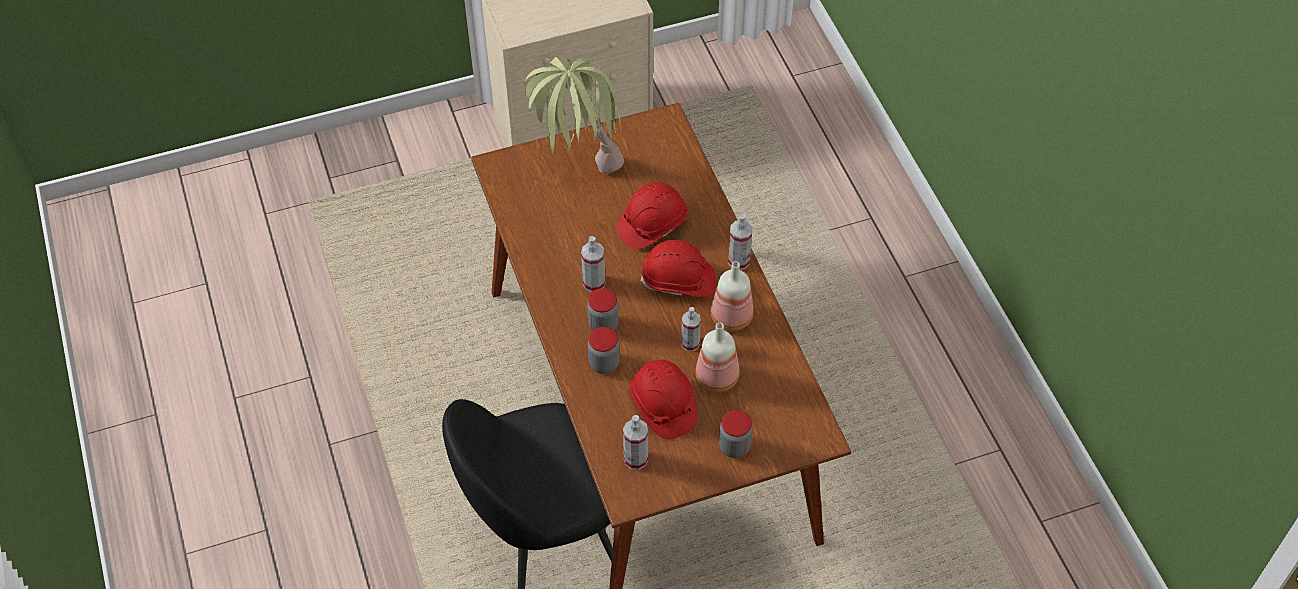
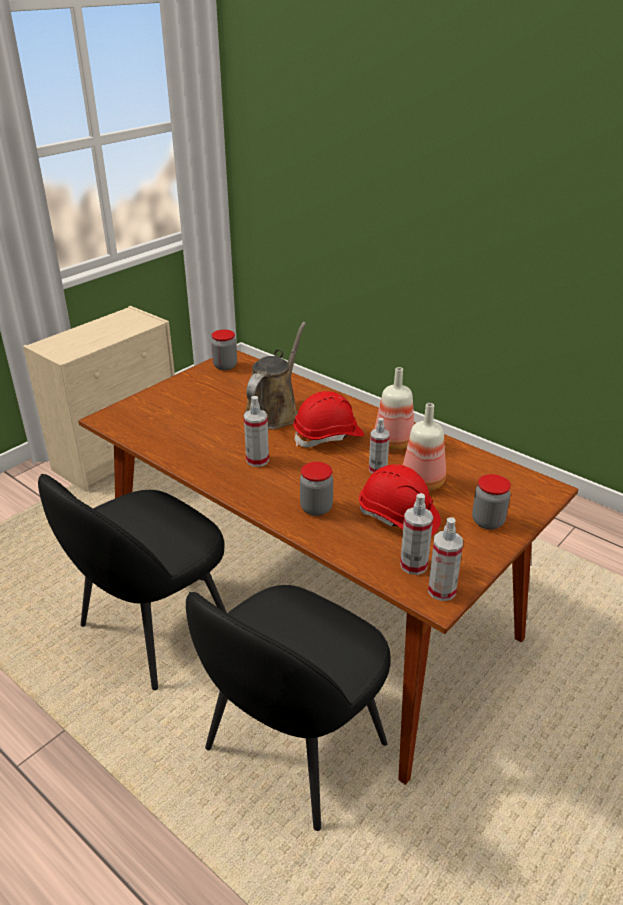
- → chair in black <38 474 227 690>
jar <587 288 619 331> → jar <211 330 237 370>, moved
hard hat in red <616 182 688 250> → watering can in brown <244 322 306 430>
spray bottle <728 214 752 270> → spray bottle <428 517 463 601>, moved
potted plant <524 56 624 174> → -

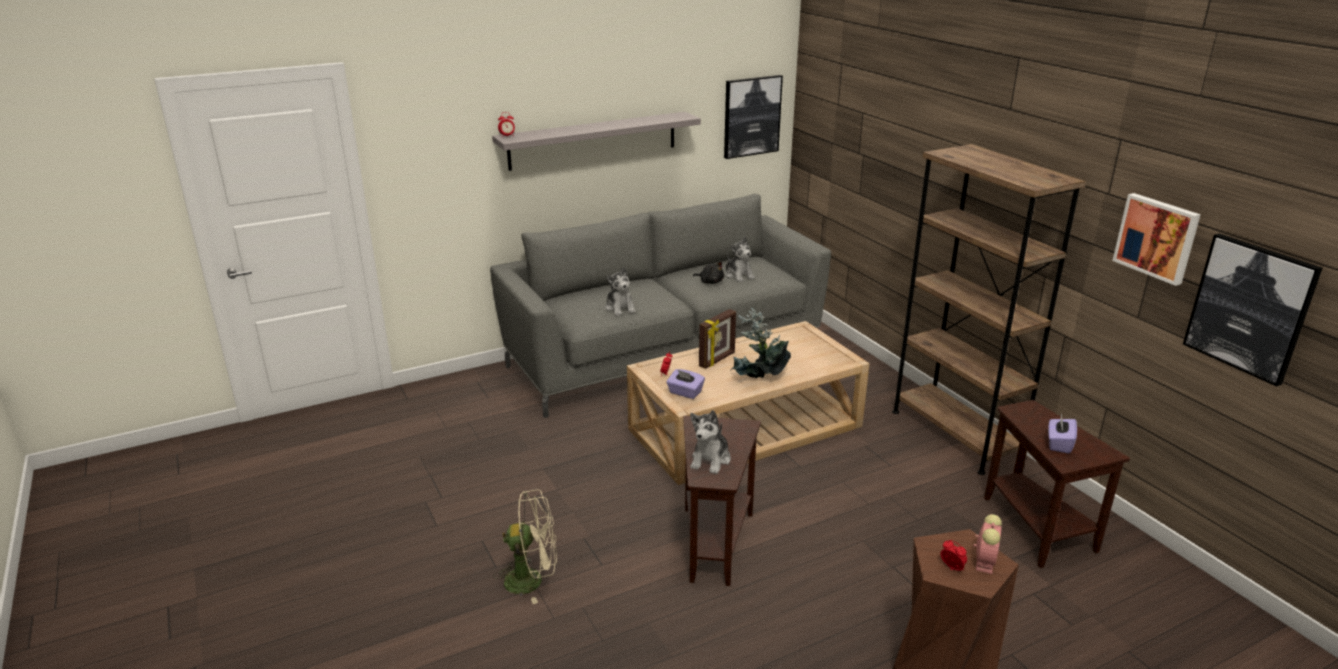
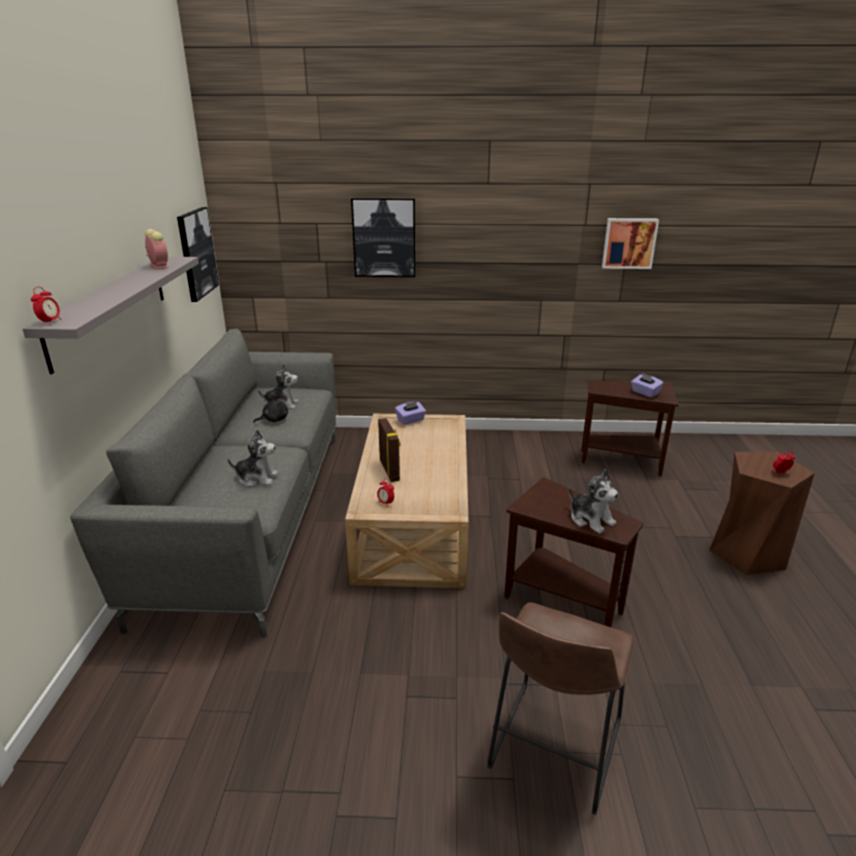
alarm clock <974 514 1002 574> → alarm clock <145 229 169 269>, moved
picture <1183 233 1323 387> → picture <351 198 416 277>, moved
tissue box in purple <666 369 705 399> → tissue box in purple <395 401 426 425>, moved
fan in beige <493 489 557 604> → stool in brown <487 603 635 815>
potted plant <731 307 791 378> → -
bookcase in brown <892 144 1086 475> → -

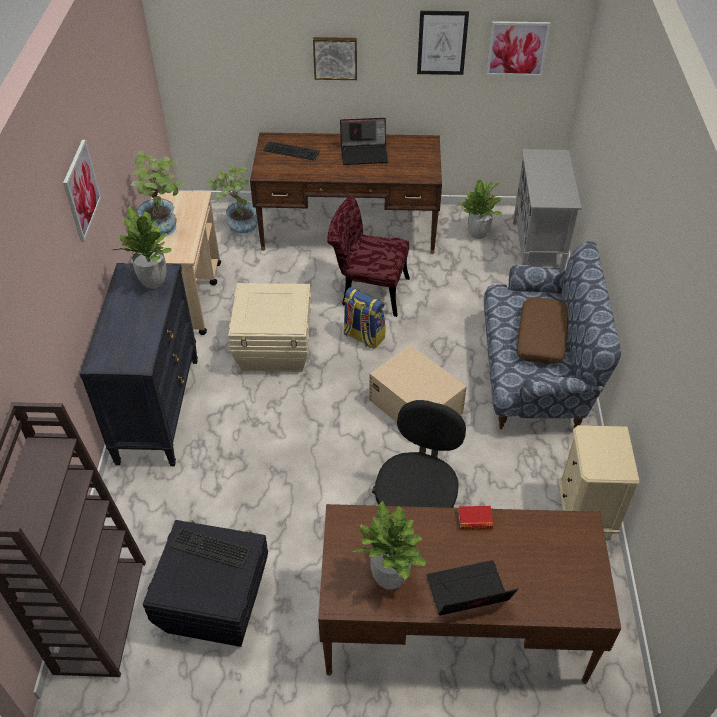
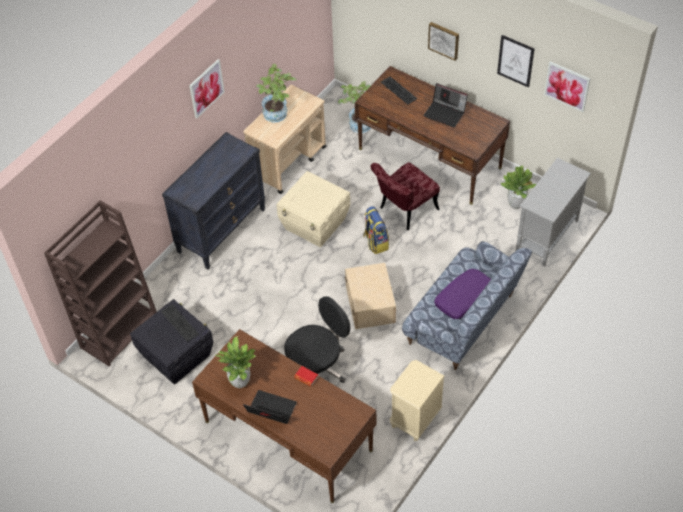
chair in red <327 196 410 317> → chair in red <371 162 440 230>, 90 degrees counterclockwise
pillow in brown <516 298 569 364> → pillow in purple <434 269 491 319>
potted plant <113 205 172 289> → -

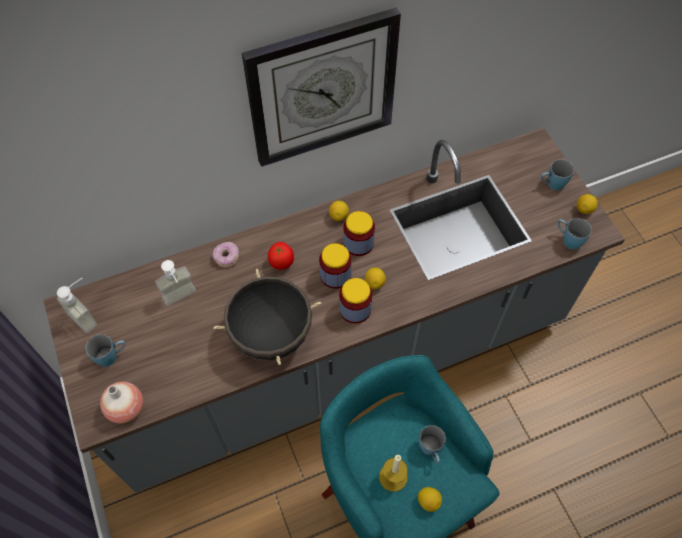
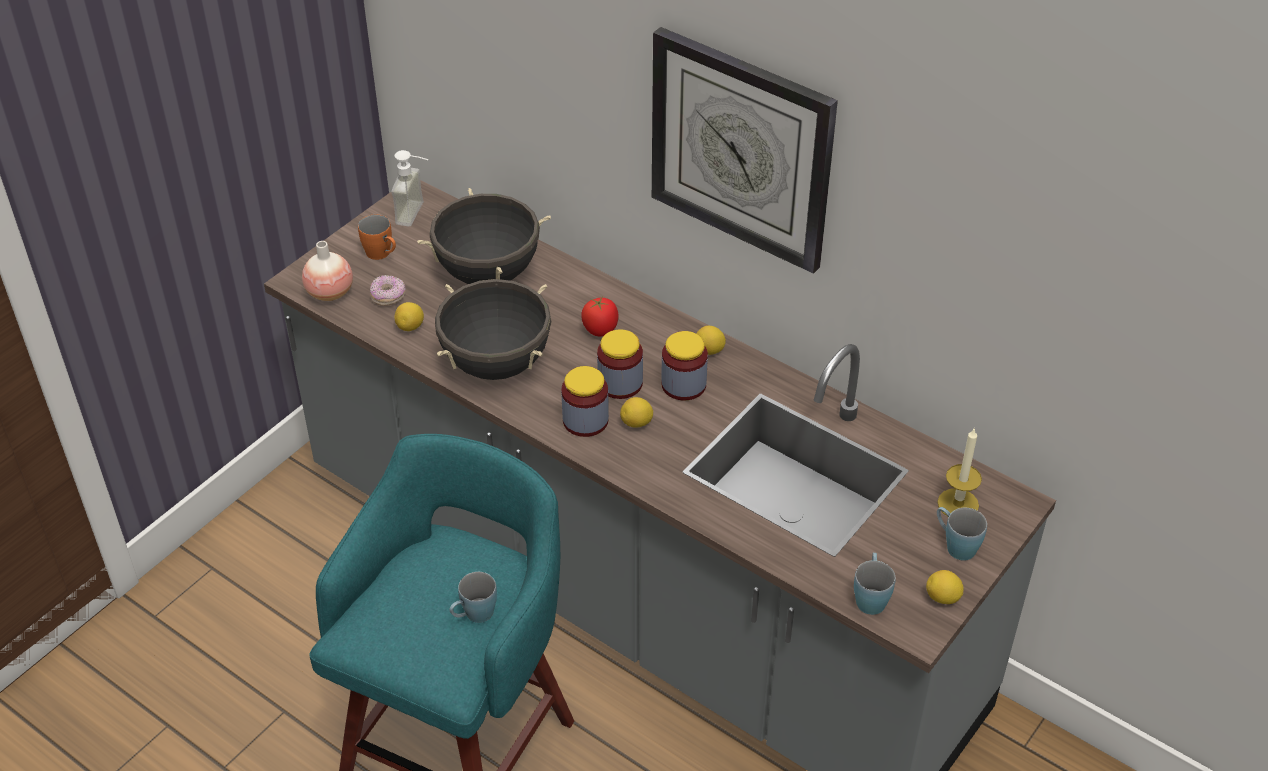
mug in blue <86 334 126 367> → mug in orange <358 215 396 260>
donut <213 242 239 267> → donut <370 275 405 306>, moved
lemon <418 487 442 512> → lemon <394 302 424 331>, moved
soap dispenser <155 260 196 306> → cooking pot in black <417 188 551 284>
candle <379 455 408 492> → candle <937 428 982 516>, moved

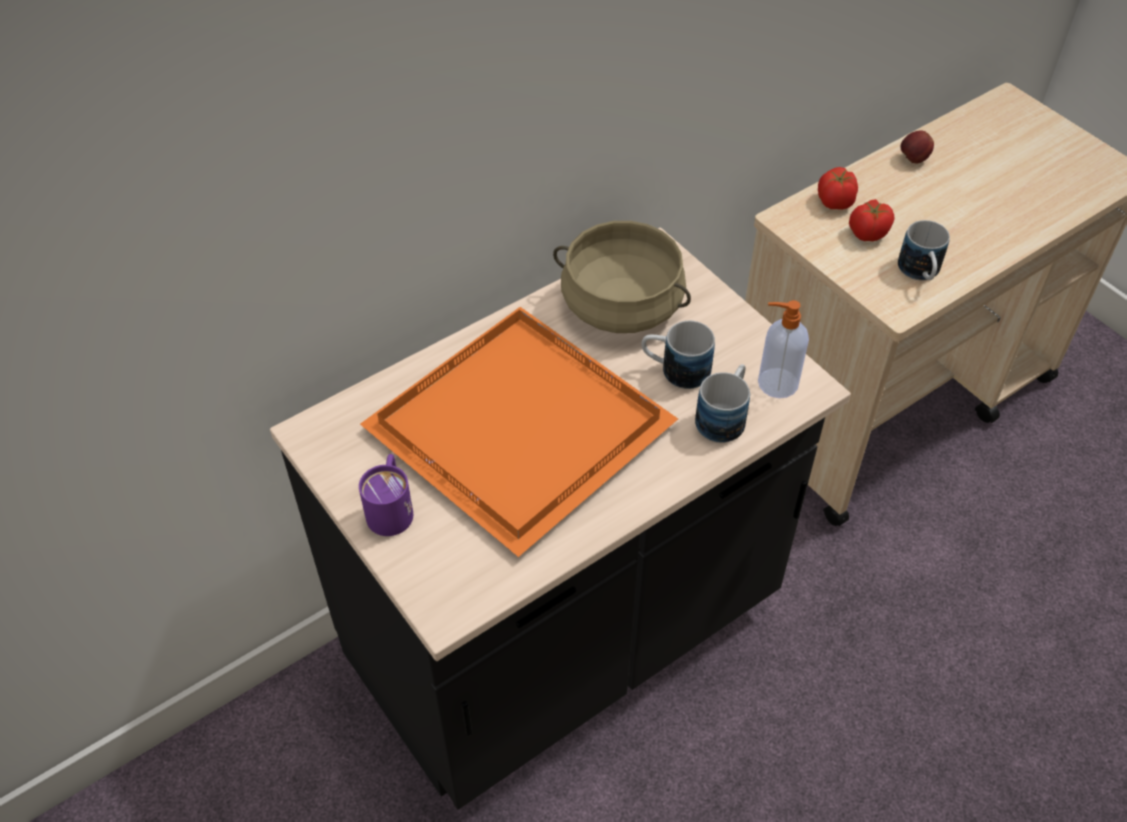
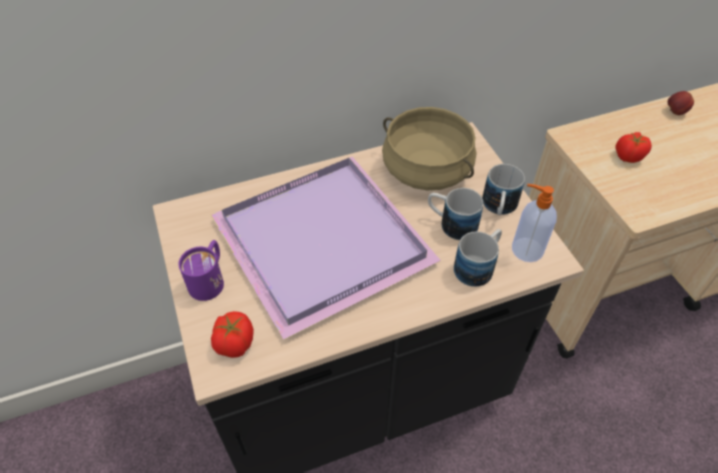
tray in orange <360 307 678 557> → tray in purple <211 157 441 340>
tomato <818 167 858 210> → tomato <211 311 254 358>, moved
mug <898 220 950 281> → mug <482 164 525 215>, moved

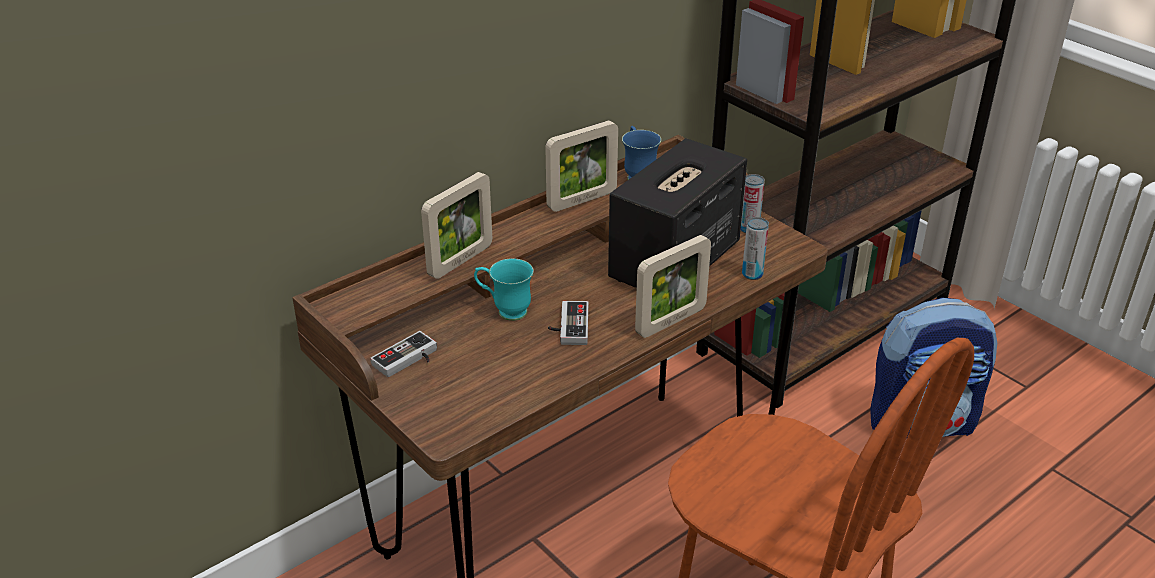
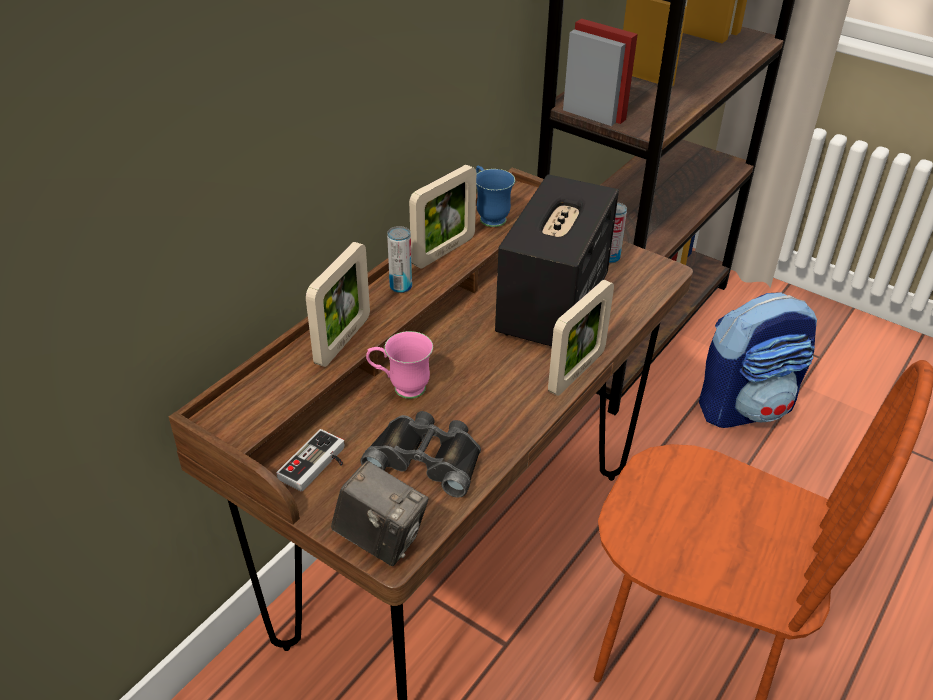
- → photo camera <331 461 428 566>
- → binoculars in black <360 411 481 497>
mug in turquoise <474 258 534 321> → mug in pink <366 331 433 399>
can <742 217 769 280> → can <387 226 412 293>, moved
game controller <548 301 588 345> → -

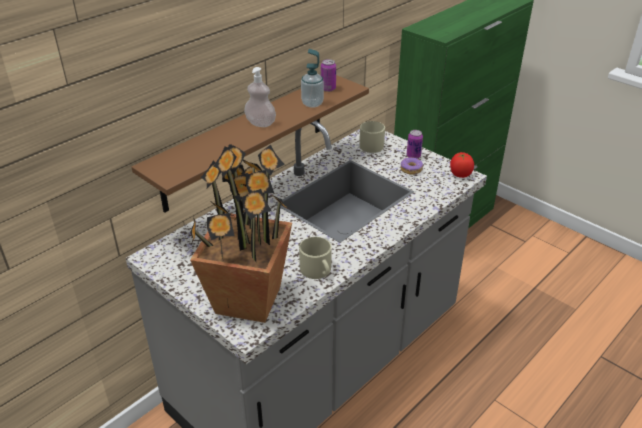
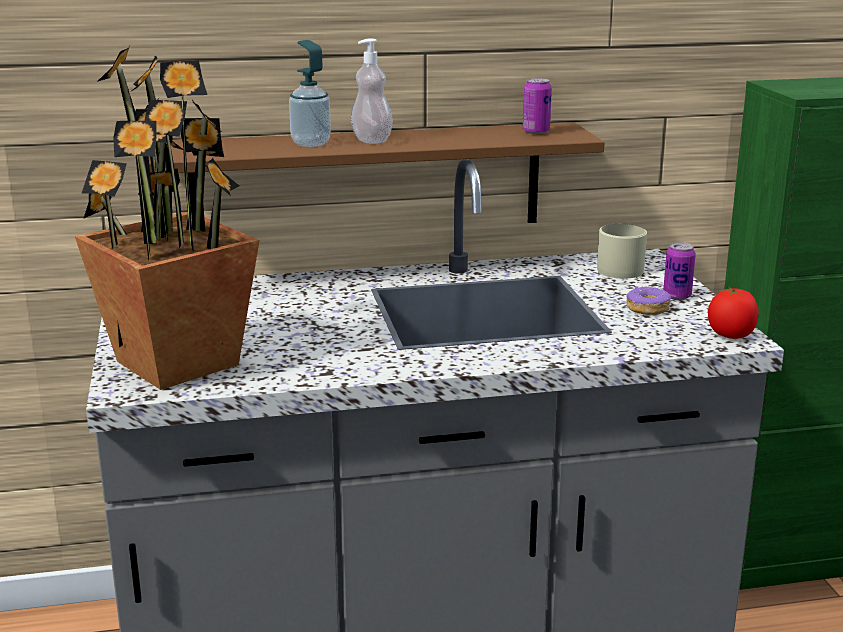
soap dispenser <301 49 324 108> → soap dispenser <289 40 331 147>, moved
mug in beige <299 237 332 279> → -

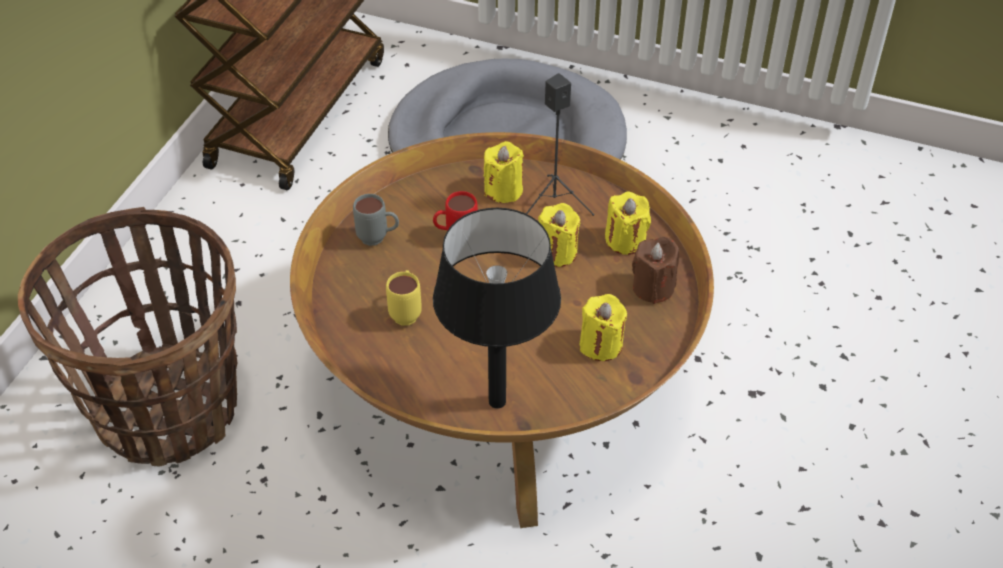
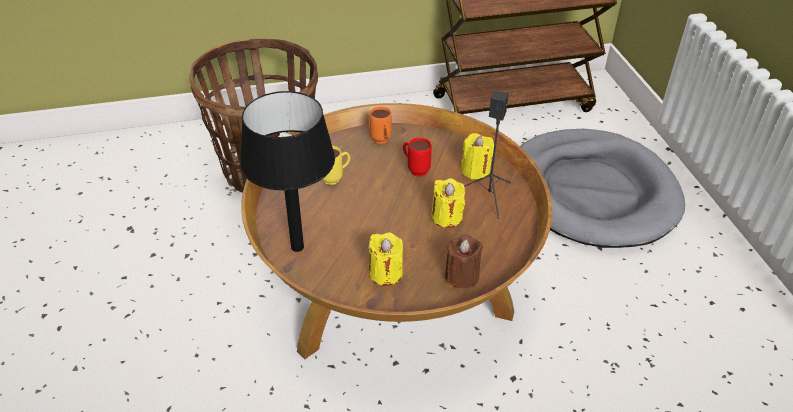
mug in grey <353 194 399 246> → mug in orange <369 107 392 144>
candle in yellow <605 191 651 255> → -

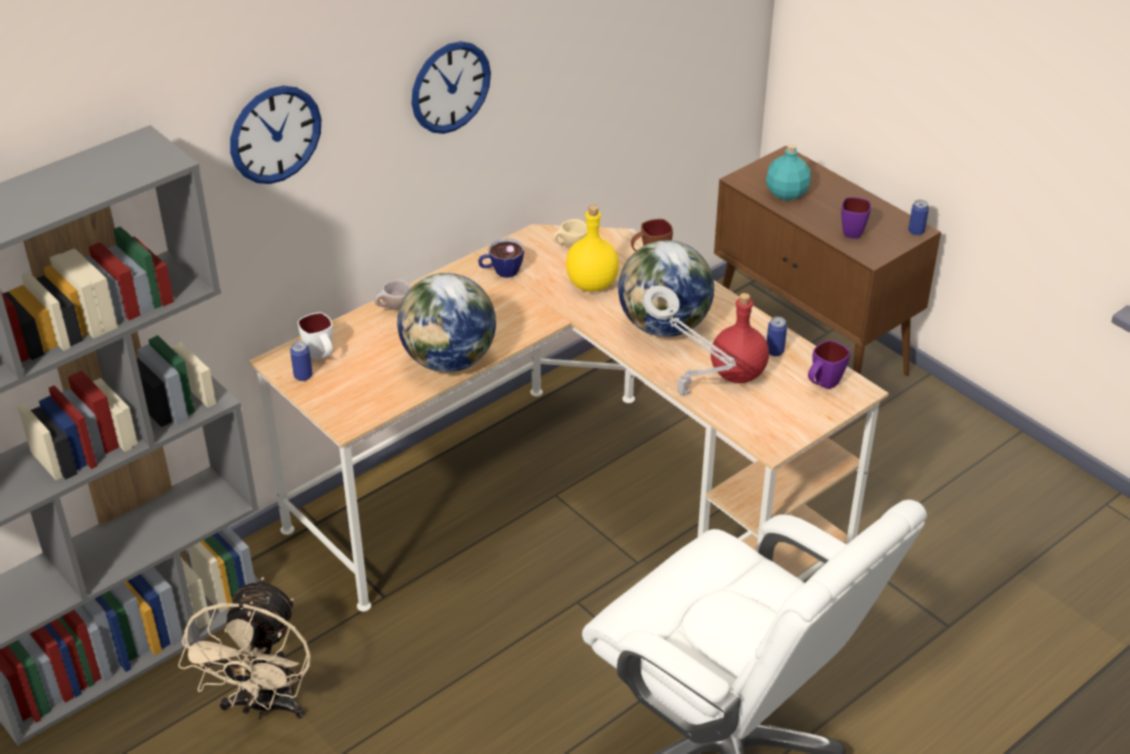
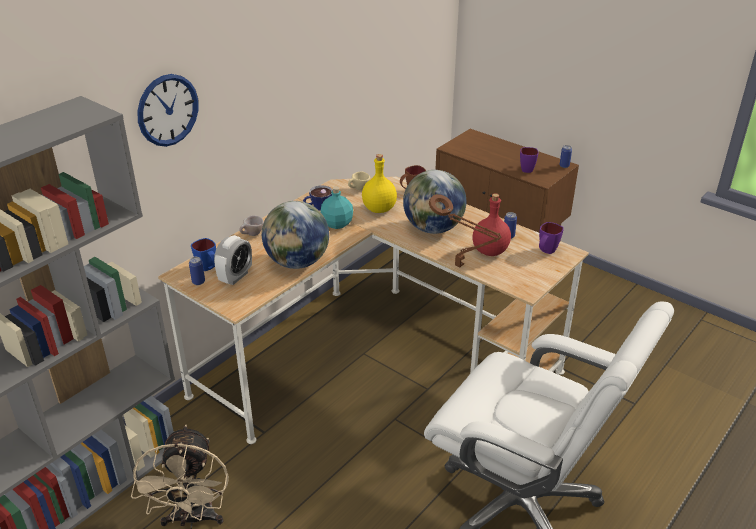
mug in white <298 312 333 360> → mug in blue <191 238 216 271>
- → alarm clock <214 235 252 285>
bottle in turquoise <766 144 811 200> → bottle in turquoise <321 186 353 229>, moved
table lamp in grey <643 285 736 396> → table lamp in brown <429 194 502 268>
wall clock <411 41 491 134> → -

